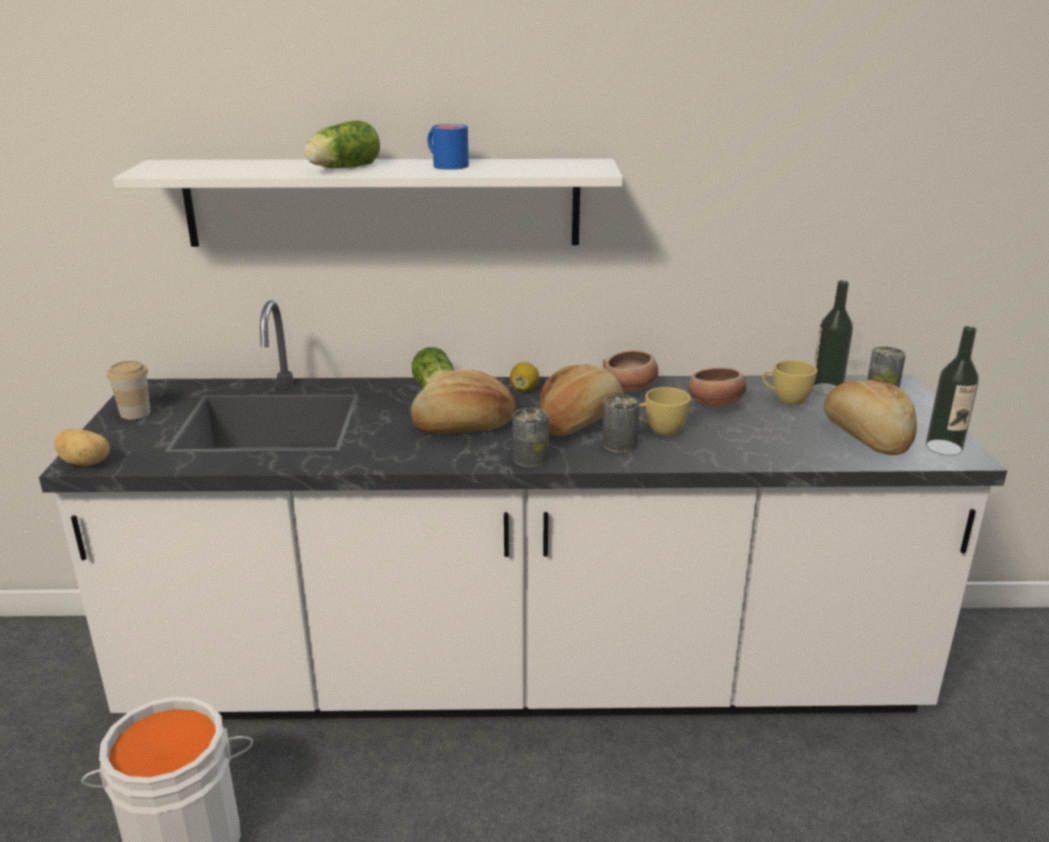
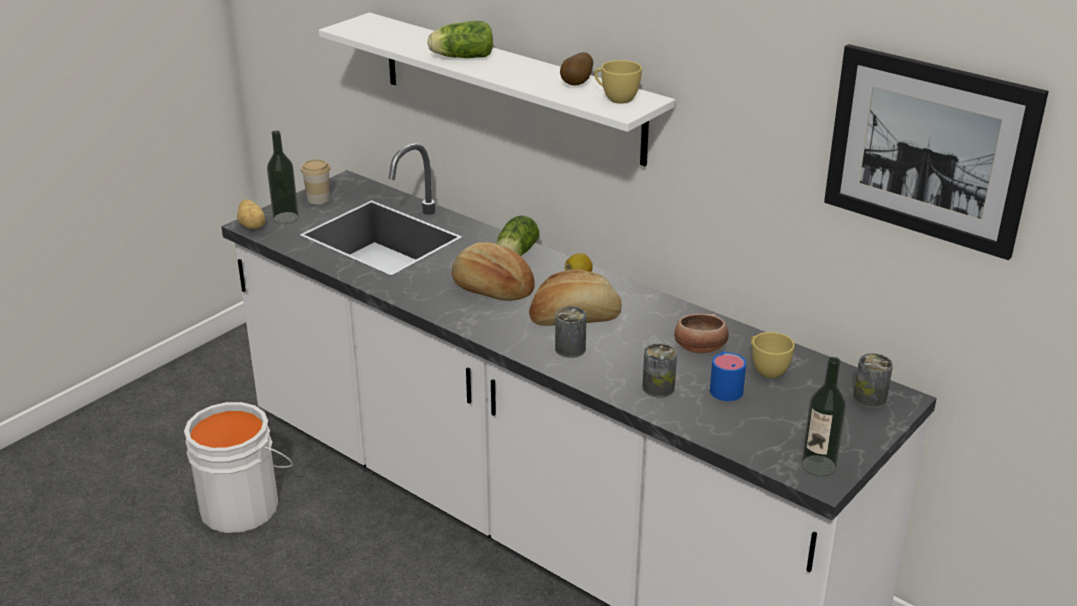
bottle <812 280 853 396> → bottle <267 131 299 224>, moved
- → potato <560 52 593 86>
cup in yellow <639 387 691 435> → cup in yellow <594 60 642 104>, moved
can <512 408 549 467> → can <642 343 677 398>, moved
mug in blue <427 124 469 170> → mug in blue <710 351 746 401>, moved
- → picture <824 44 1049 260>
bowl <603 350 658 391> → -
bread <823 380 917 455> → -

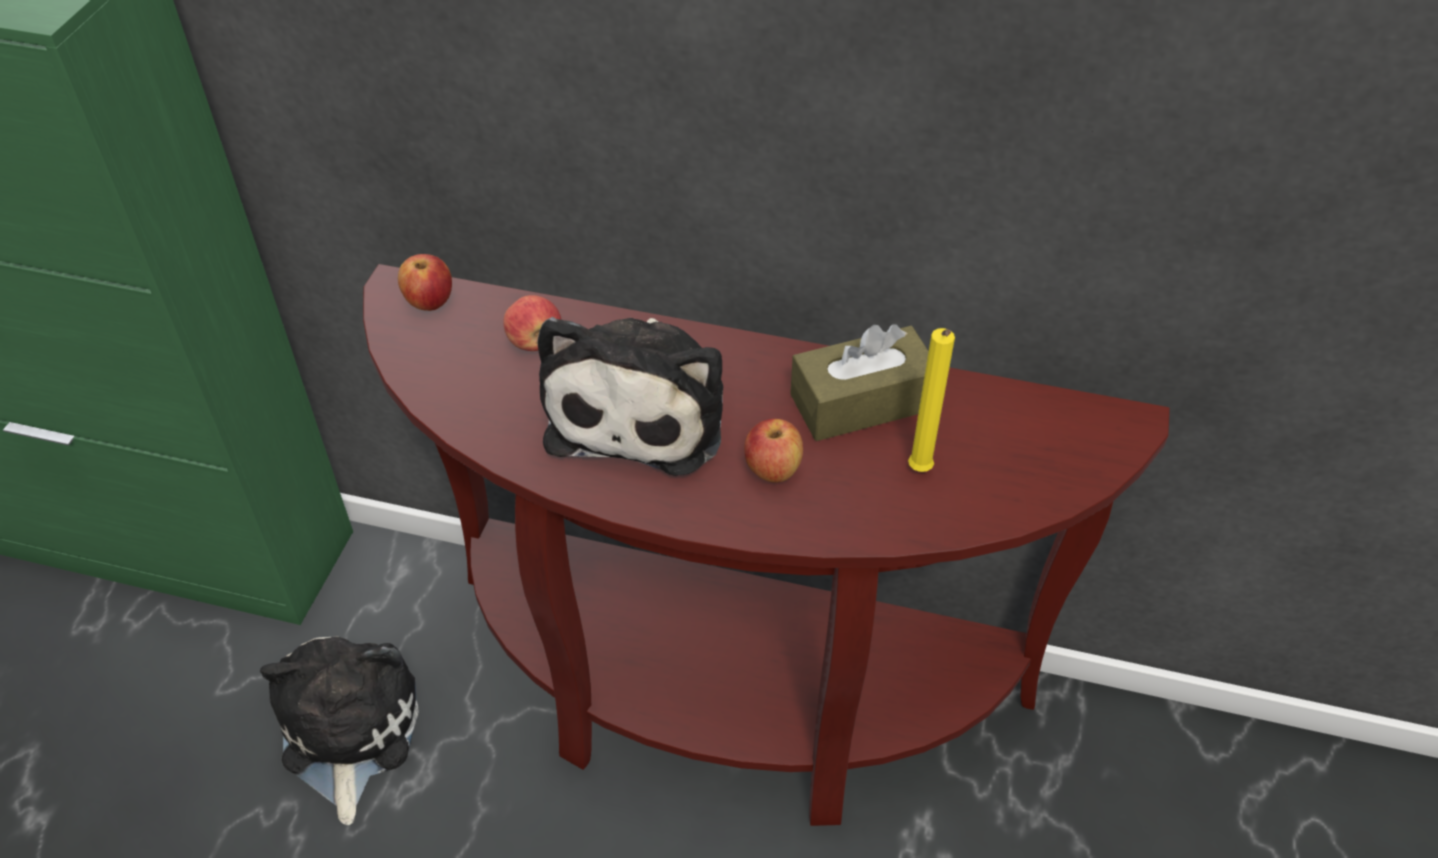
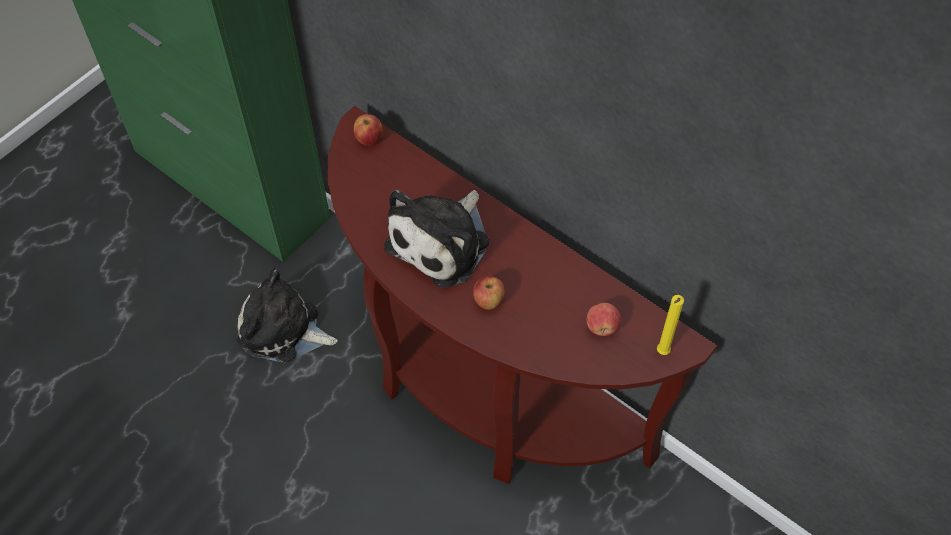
plush toy <260 636 419 825> → plush toy <238 268 338 363>, 90 degrees counterclockwise
apple <503 295 561 351> → apple <587 303 621 336>, moved
candle in yellow <908 328 955 472> → candle in yellow <657 295 684 355>, moved
tissue box in brown <790 324 929 441> → -

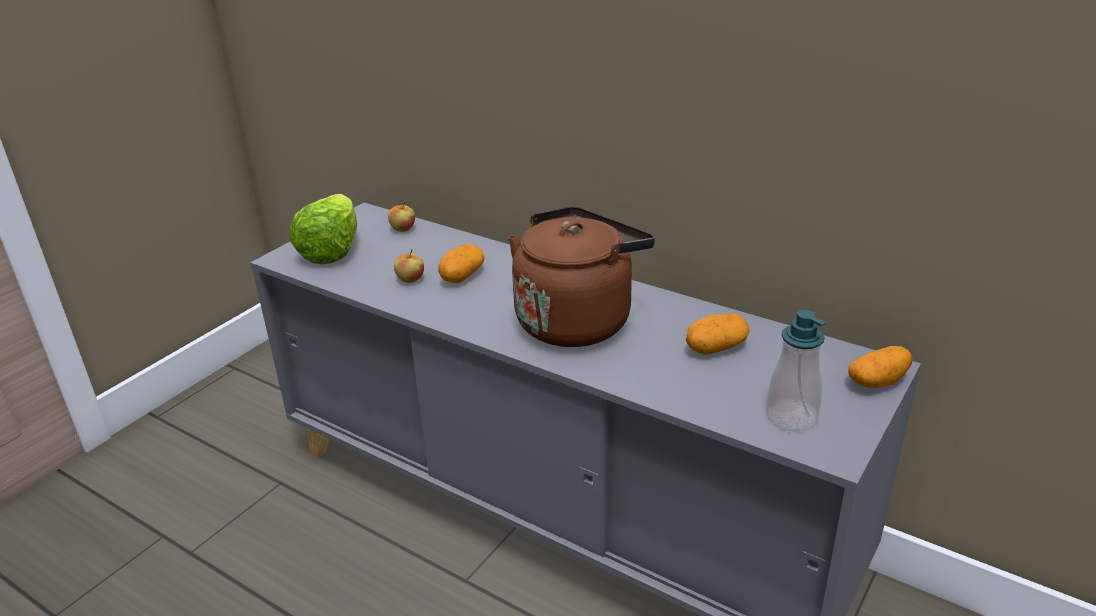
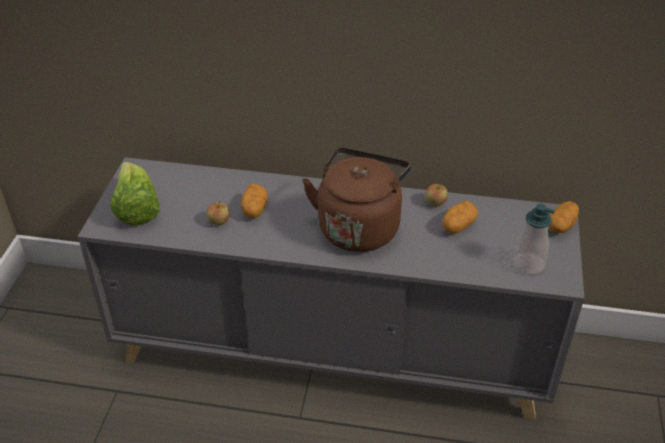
apple <388 201 415 232> → apple <425 182 448 206>, moved

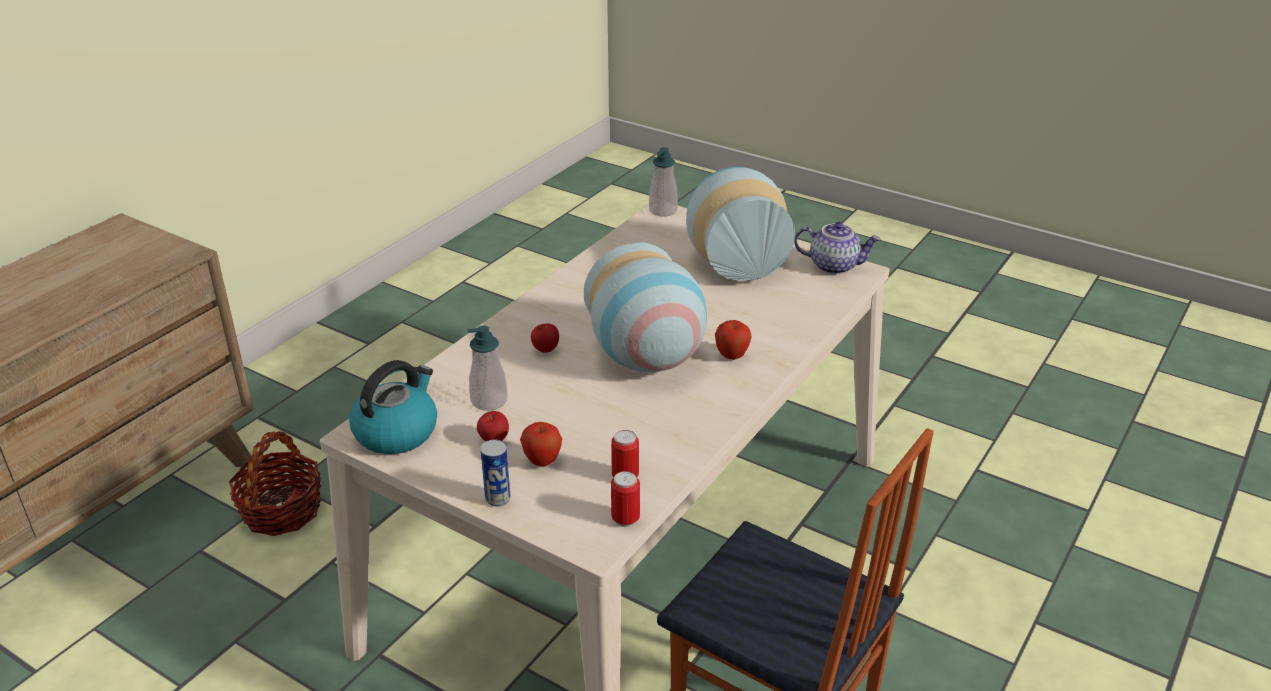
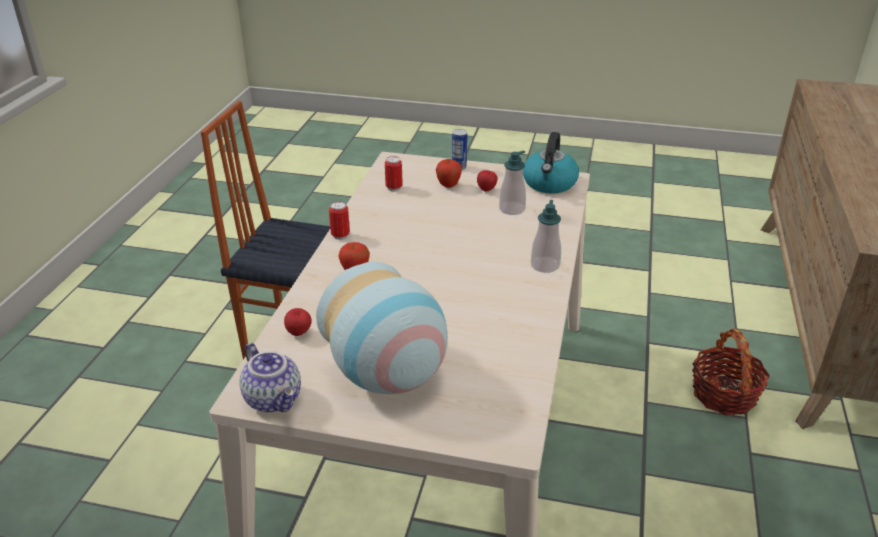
teapot <794 222 881 274> → teapot <240 343 301 413>, 120 degrees counterclockwise
apple <531 323 559 353> → apple <284 308 311 336>, moved
can <611 471 640 527> → can <329 201 350 240>, moved
soap dispenser <649 147 678 217> → soap dispenser <531 200 561 273>, moved
vase <584 242 707 372> → -

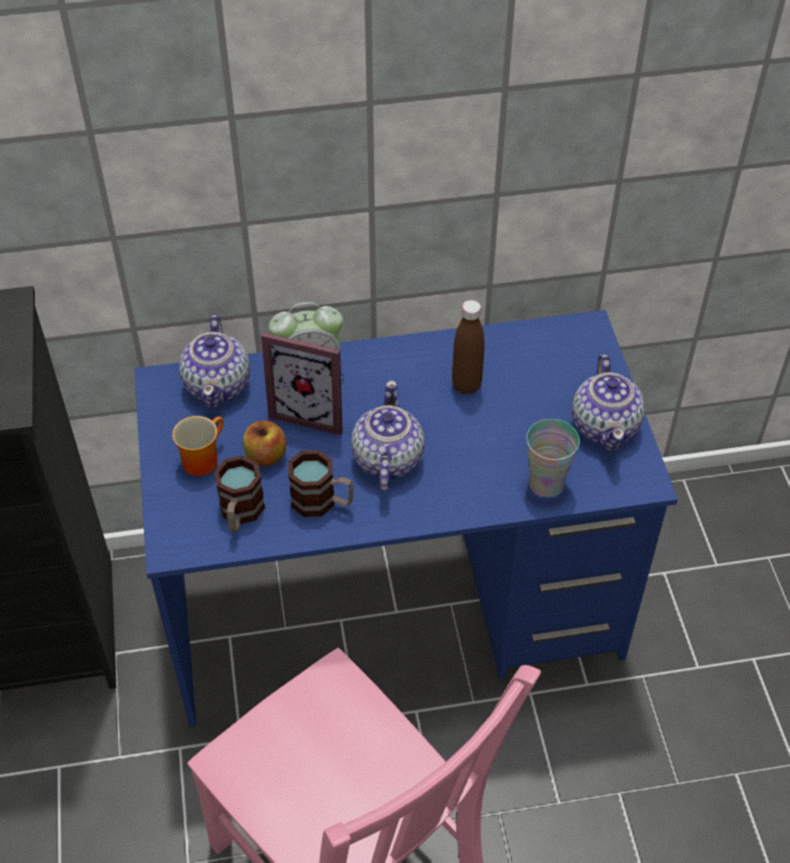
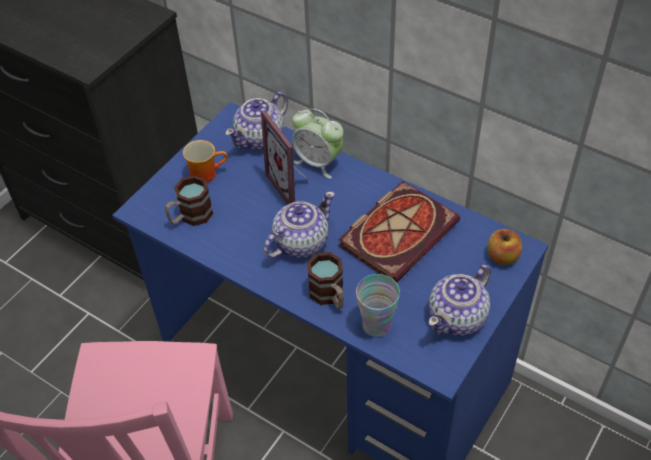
mug <288 450 354 517> → mug <307 252 344 309>, moved
bottle in brown <452 300 485 394> → book <338 181 460 283>
apple <243 420 286 466> → apple <488 229 522 265>, moved

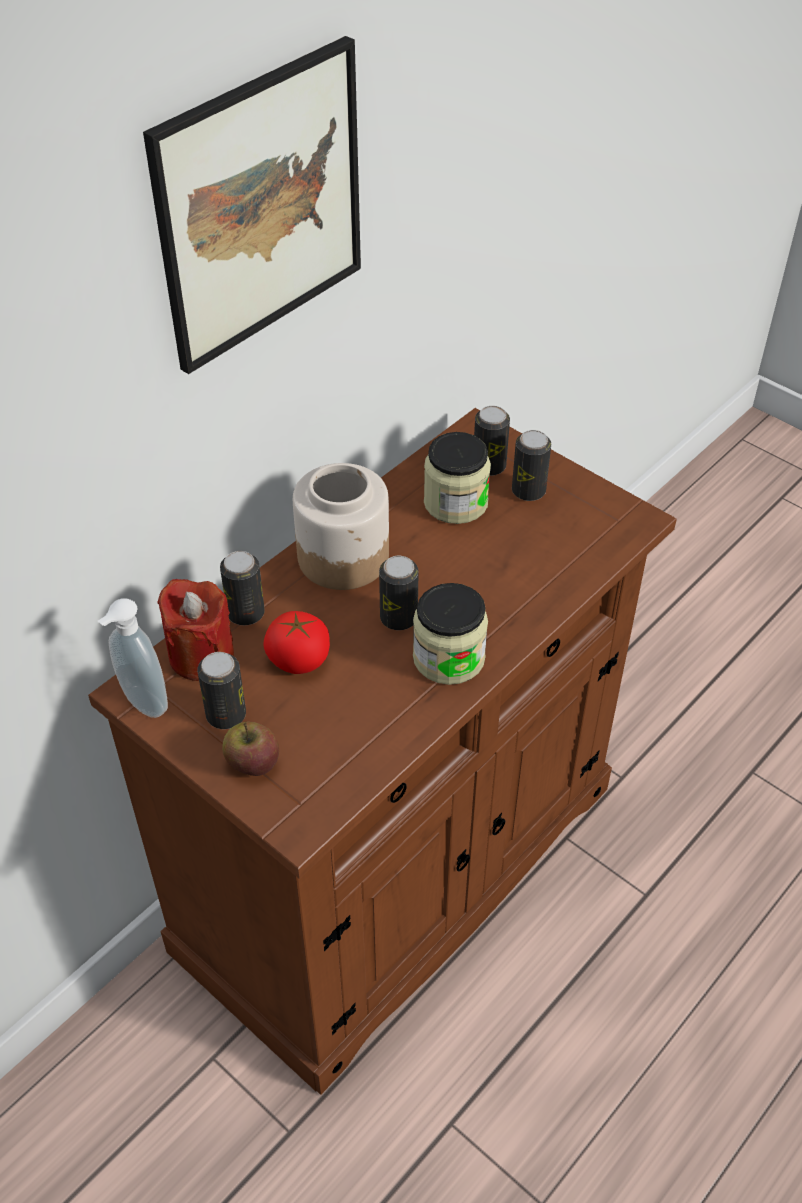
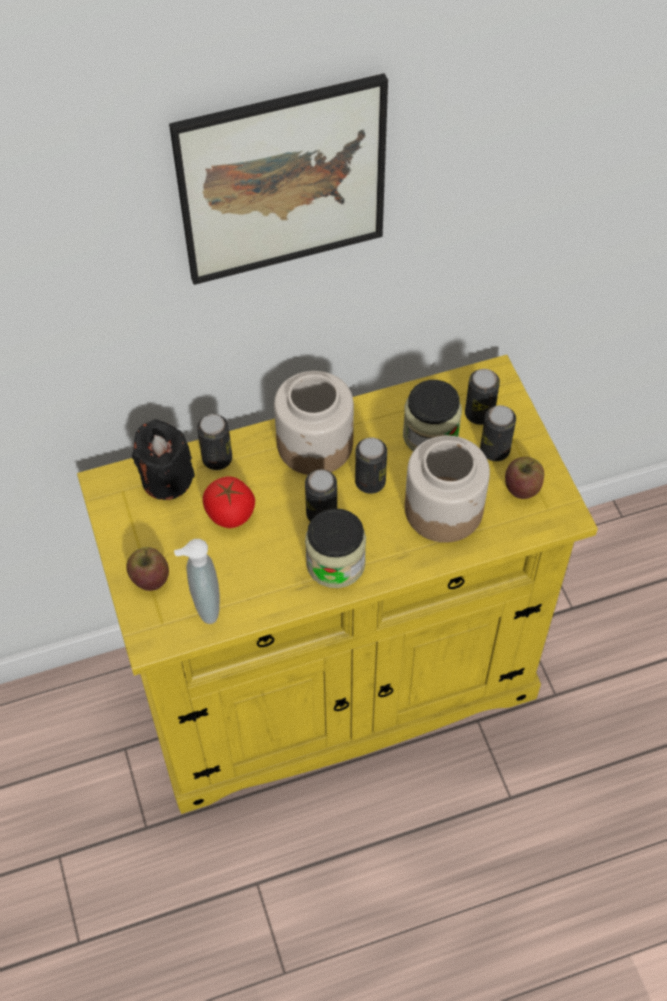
cabinet in brown <88 408 677 1095> → cabinet in yellow <77 355 598 814>
candle in red <157 579 234 681> → candle in black <132 419 195 500>
soap dispenser <98 598 168 718> → soap dispenser <174 539 220 624>, moved
can <197 652 246 729> → can <355 438 387 494>, moved
- → jar <405 435 490 543>
- → apple <505 457 544 499>

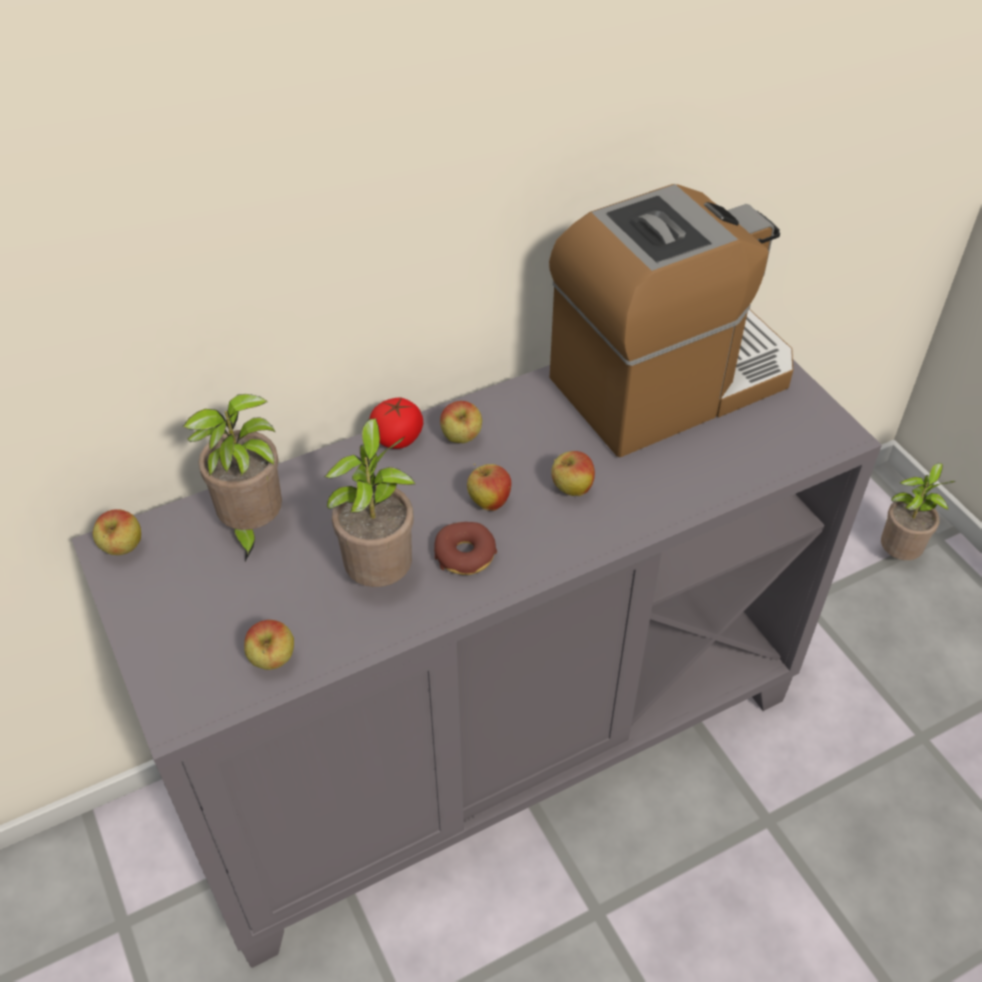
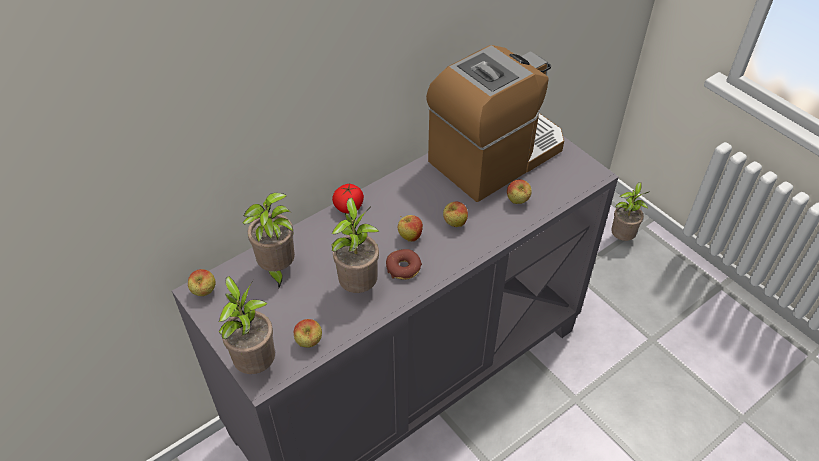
- → potted plant <219 276 275 374>
apple <440 401 482 443> → apple <507 179 532 204>, moved

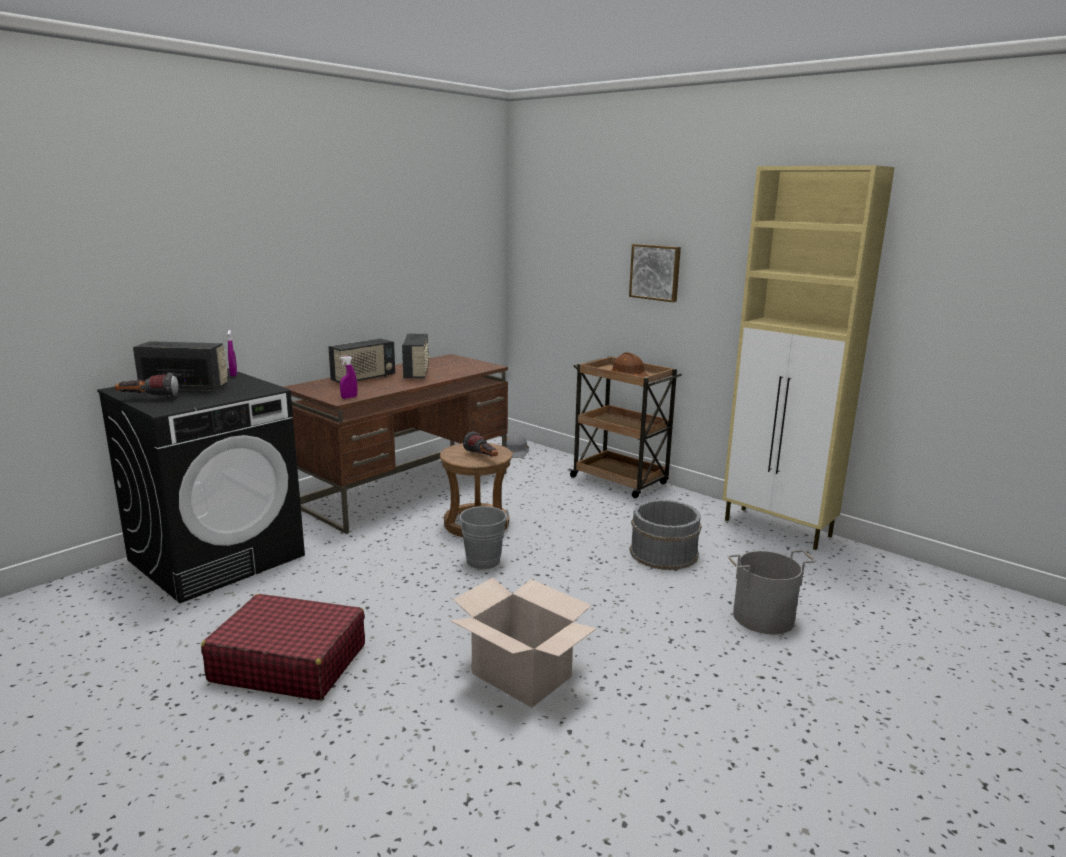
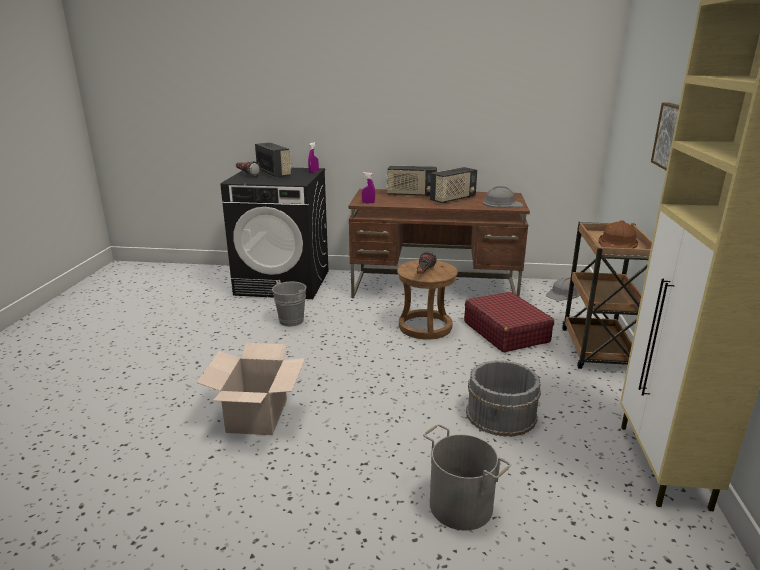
bucket in grey <458 506 509 569> → bucket in grey <266 280 306 327>, moved
suitcase in red <201 594 365 700> → suitcase in red <464 292 554 352>, moved
- → hard hat in grey <483 186 523 208>

